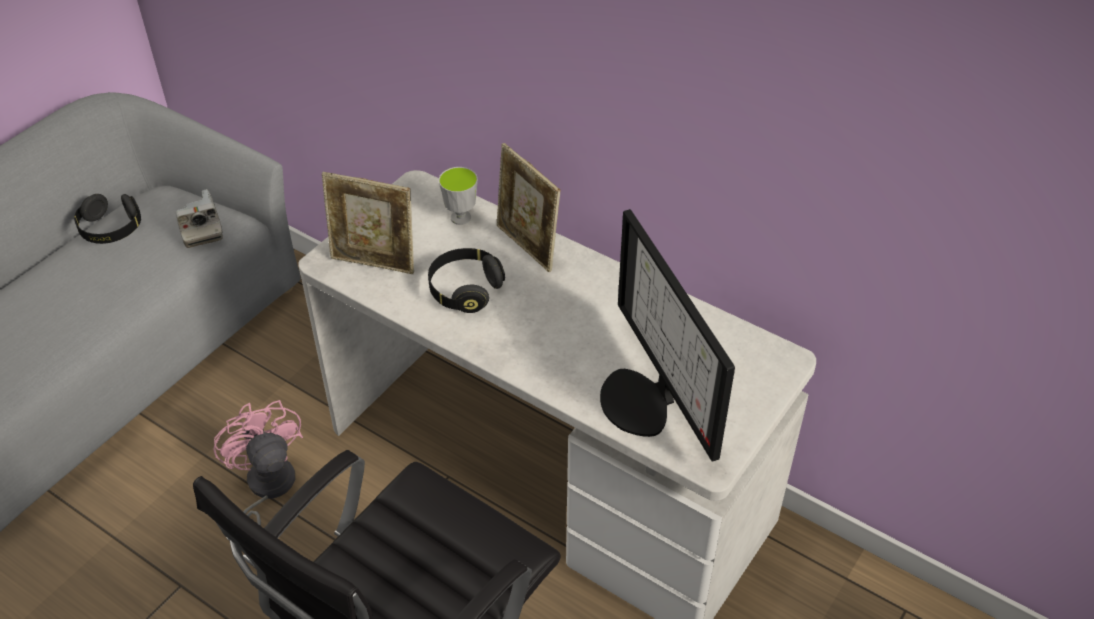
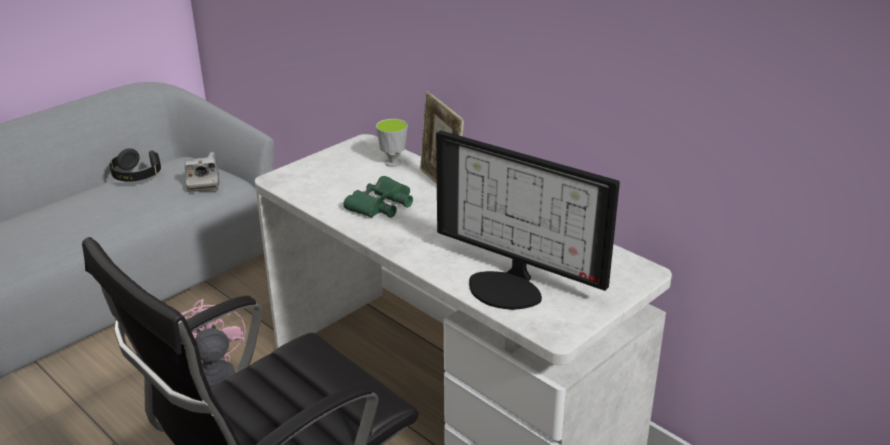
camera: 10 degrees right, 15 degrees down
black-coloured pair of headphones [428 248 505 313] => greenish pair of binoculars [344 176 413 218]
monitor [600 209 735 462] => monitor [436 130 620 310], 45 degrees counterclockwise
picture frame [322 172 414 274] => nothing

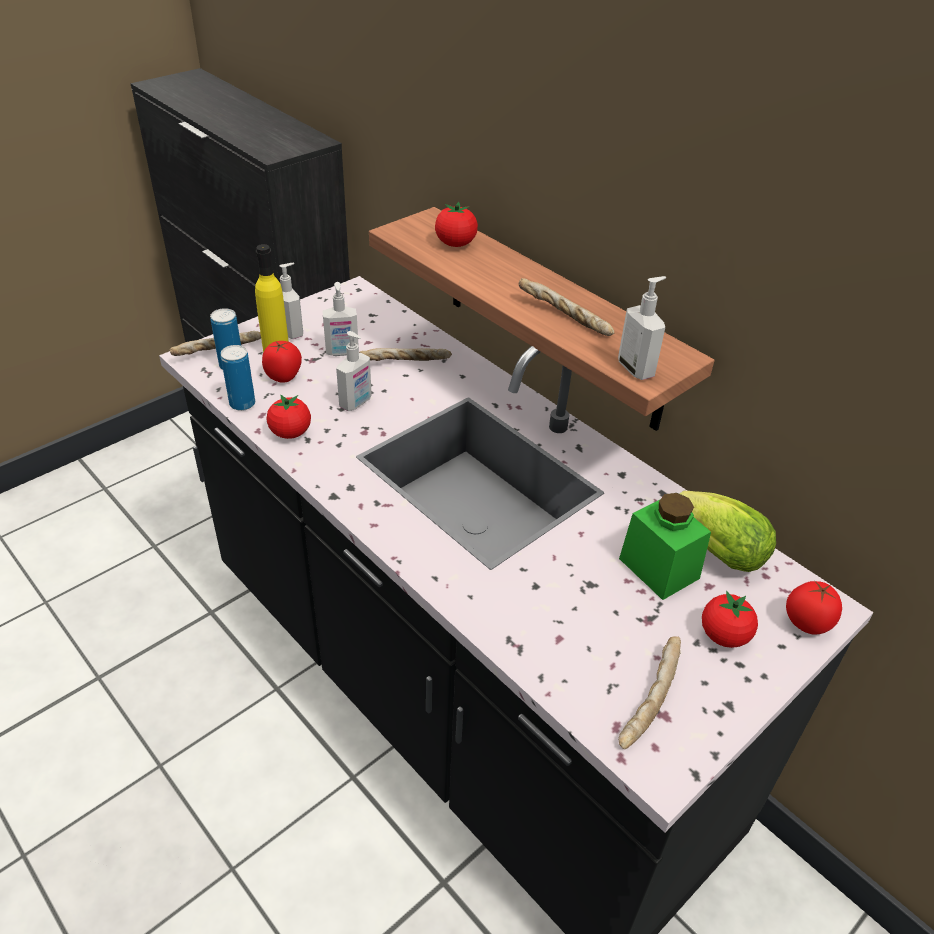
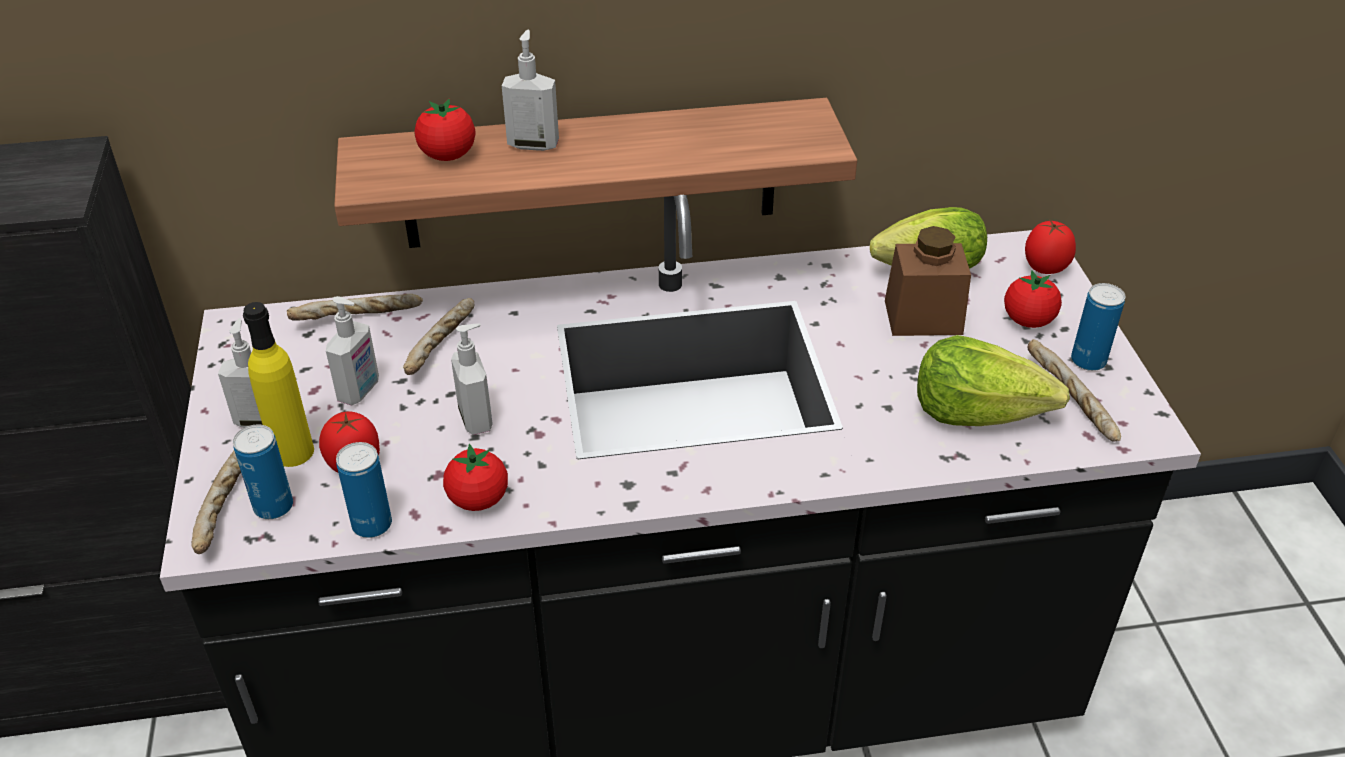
camera: 55 degrees left, 0 degrees up
bakery bread [519 278 614 336] => bakery bread [287 294 423 321], moved
liquid soap bottle [618 276 666 380] => liquid soap bottle [502 30 559 151], moved
greenish jar [619 493 711 600] => brown jar [885 226 971 336]
nothing => lettuce [917 335 1070 426]
nothing => sealed can [1071 283 1125 371]

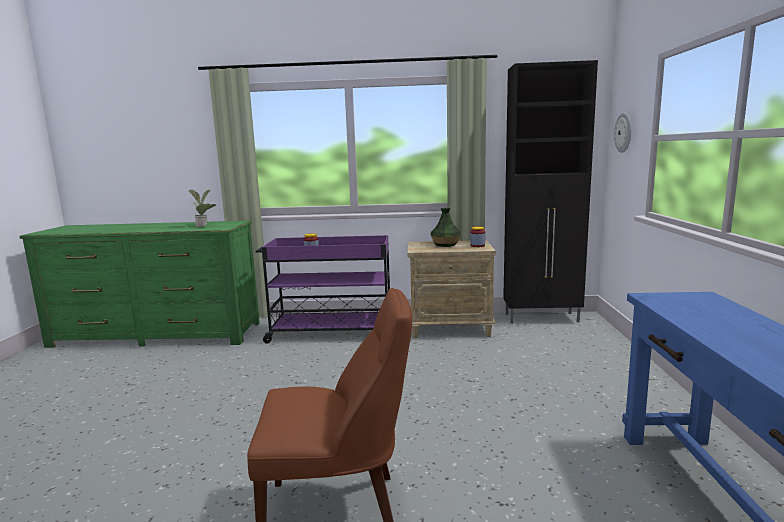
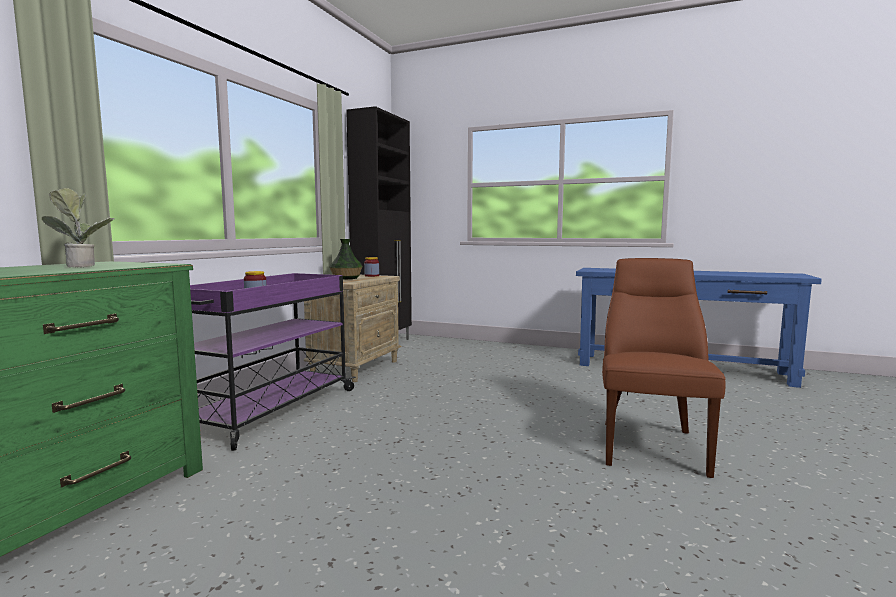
camera: 70 degrees left, 5 degrees down
clock on the wall [614 113 631 153] => nothing

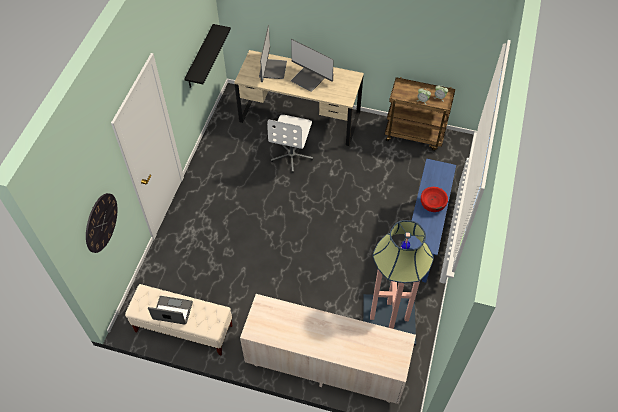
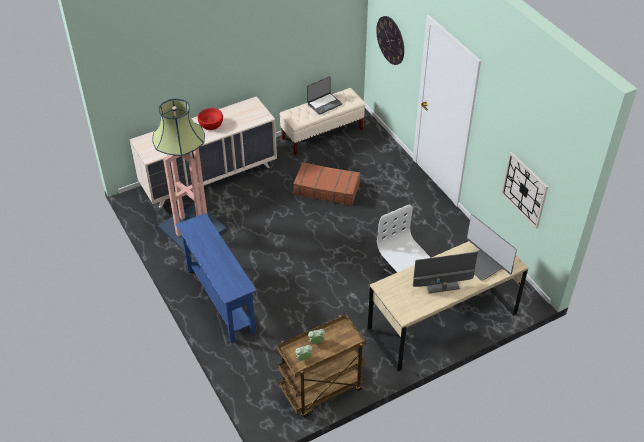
camera: 135 degrees right, 10 degrees down
red-coloured serving bowl [421 187 448 212] => red-coloured serving bowl [198 108 223 130], moved
nothing => brown suitcase [293 162 360 206]
black-coloured wall shelf [184 24 231 88] => clock on the wall [501 152 548 229]

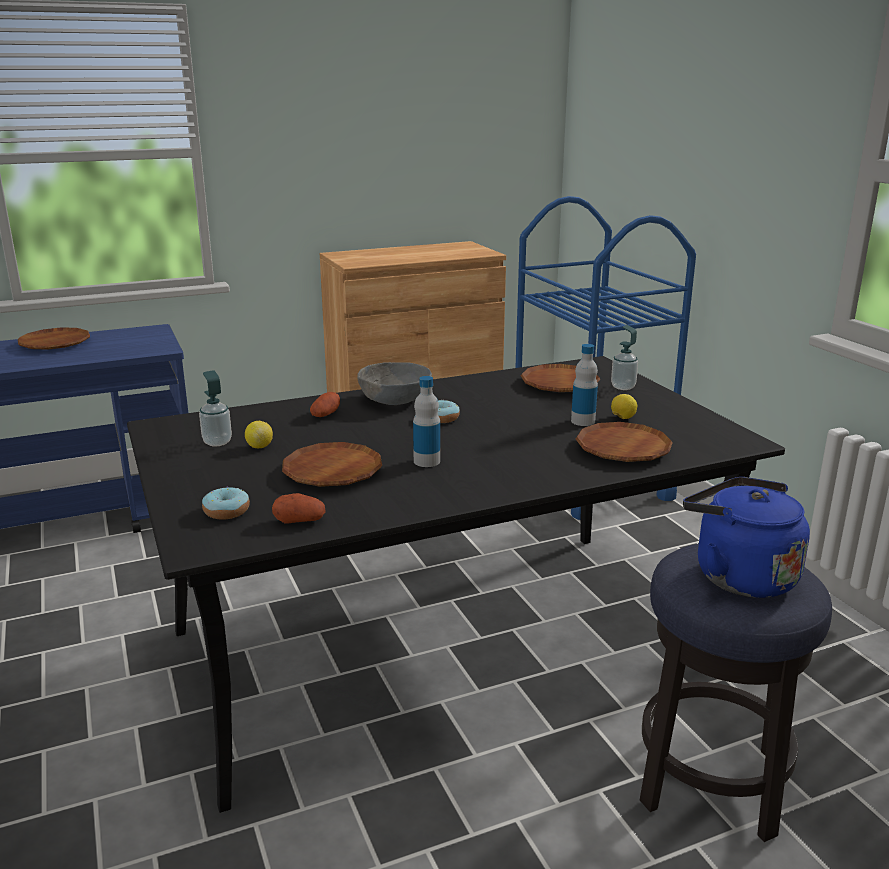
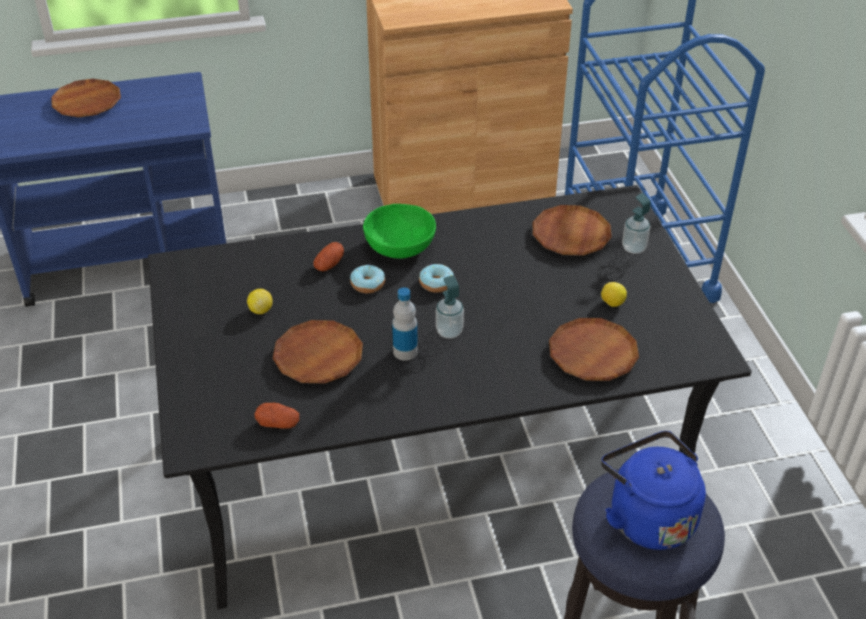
camera: 10 degrees right, 20 degrees up
doughnut [202 486 250 520] => doughnut [350 265 385 293], moved
grey serving bowl [357 362 432 405] => greenish serving bowl [363 204 436 258]
liquid soap bottle [199 370 232 446] => liquid soap bottle [436 275 464 339], moved
drink bottle [571 344 598 426] => nothing

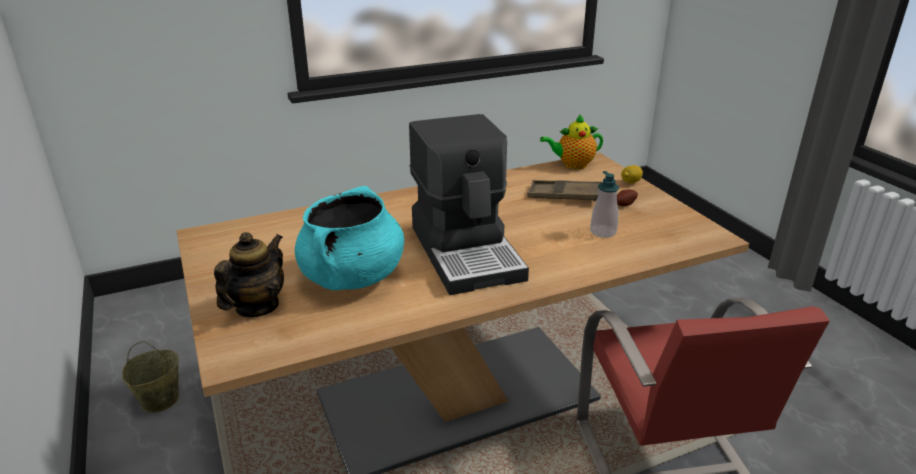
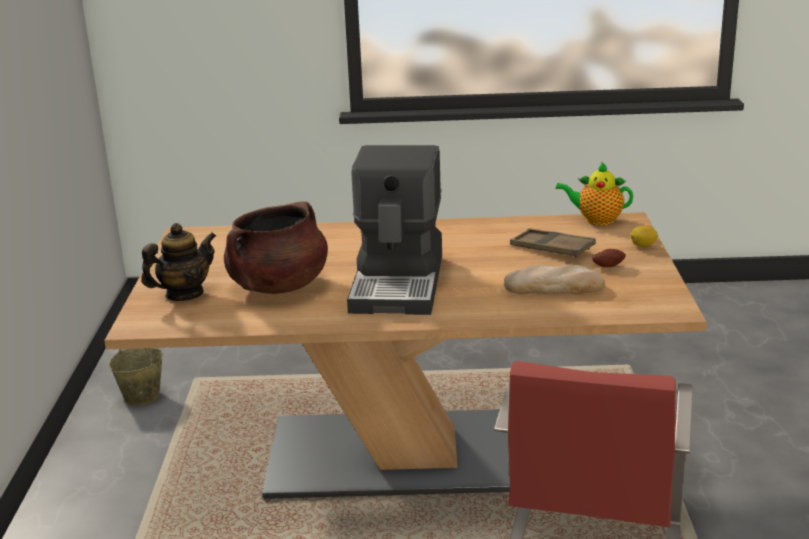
camera: 25 degrees right, 5 degrees down
turquoise-coloured stockpot [295 186 404 290] => brown stockpot [224 201 328 294]
liquid soap bottle [590 171 619 238] => bakery bread [504 264 605 295]

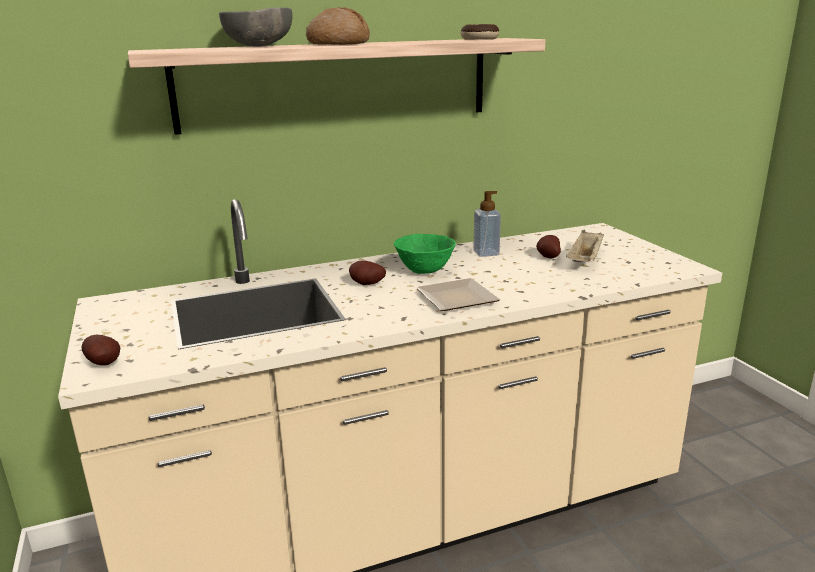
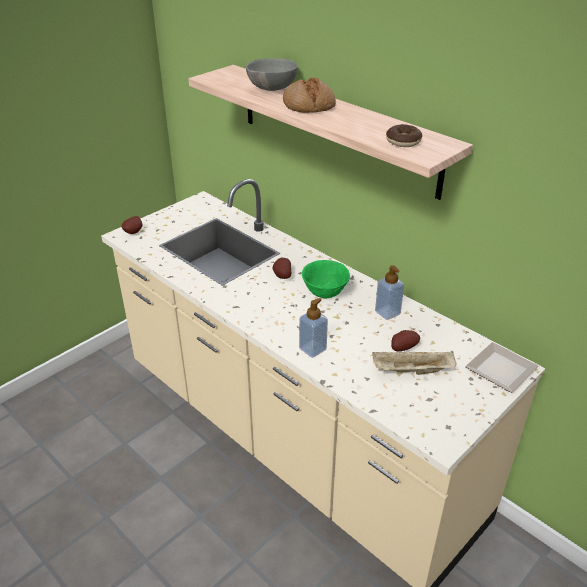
camera: 65 degrees right, 15 degrees up
nothing => liquid soap bottle [299 298 328 358]
flat dish [416 278 500 311] => flat dish [465 342 539 393], moved

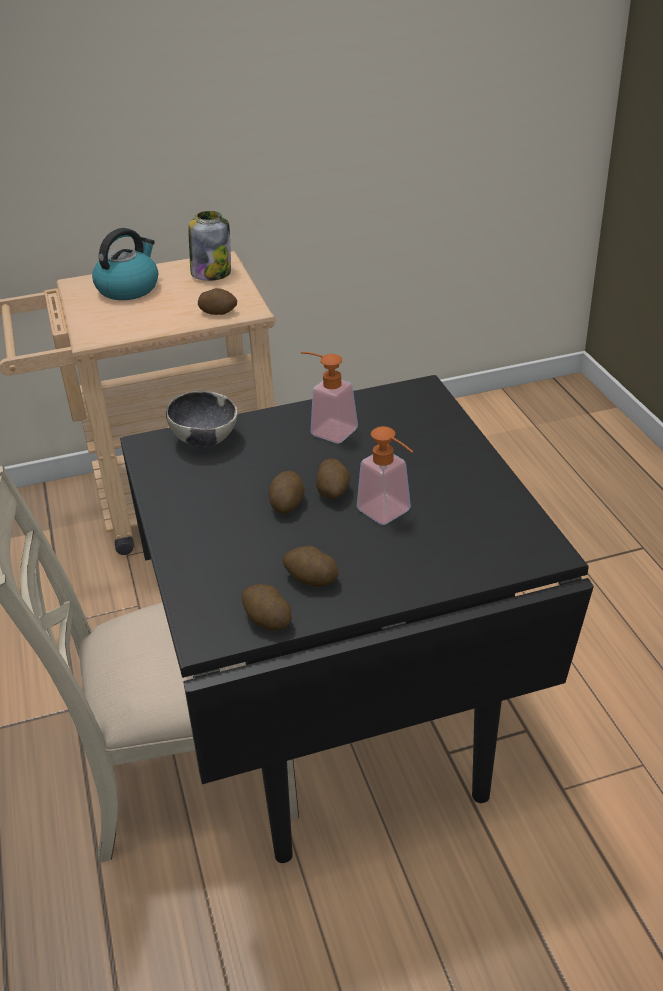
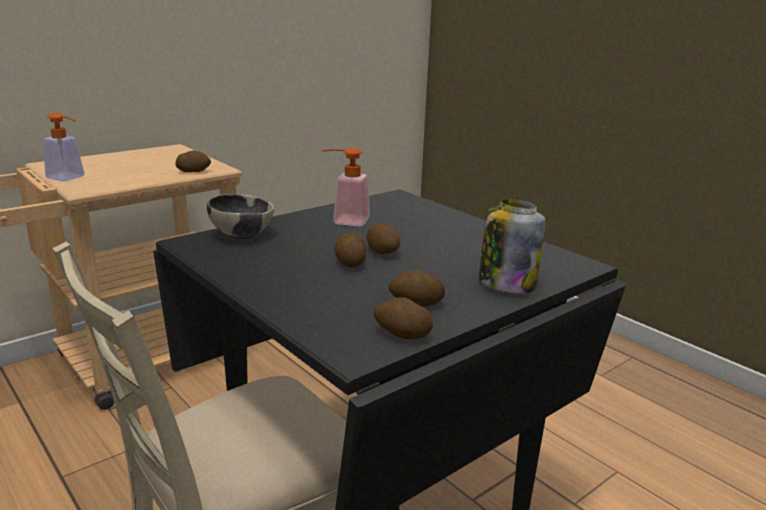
camera: 25 degrees left, 15 degrees down
liquid soap bottle [357 426 413 525] => liquid soap bottle [43 113 85 181], moved
jar [188 211 231 281] => jar [479 199 546 294], moved
tea kettle [92 228 158 300] => nothing

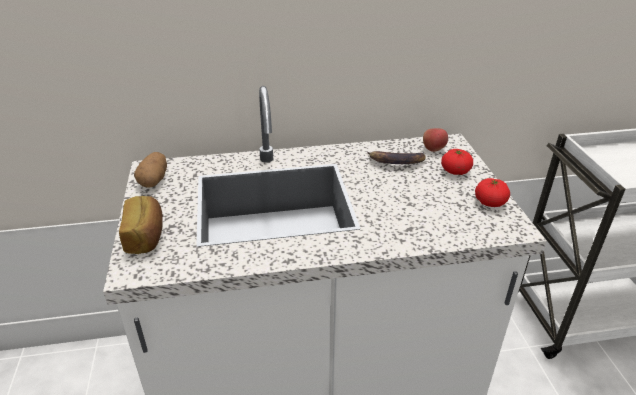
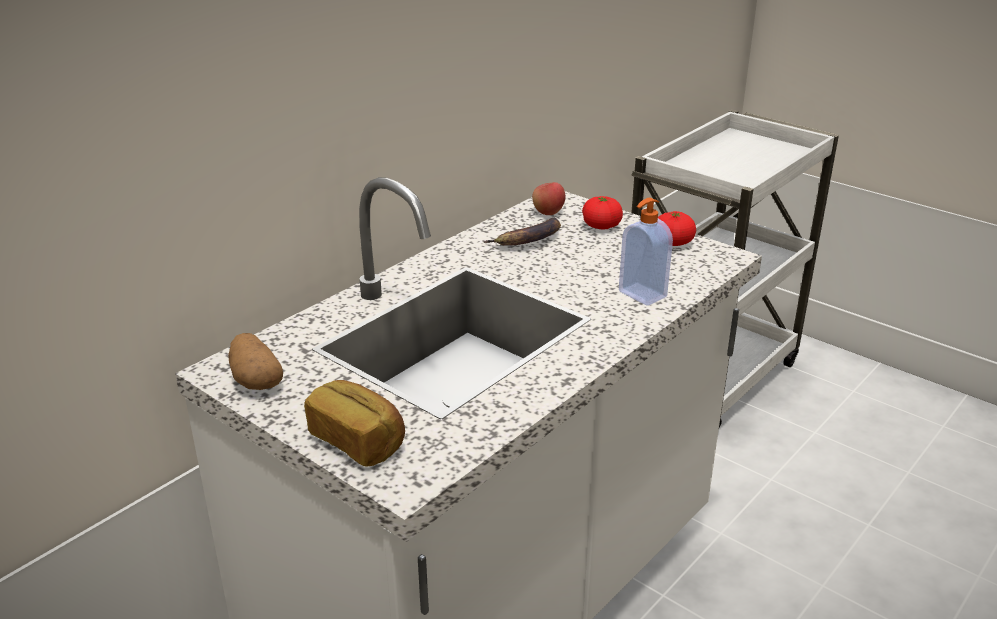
camera: 40 degrees left, 5 degrees down
nothing => liquid soap bottle [619 198 673 306]

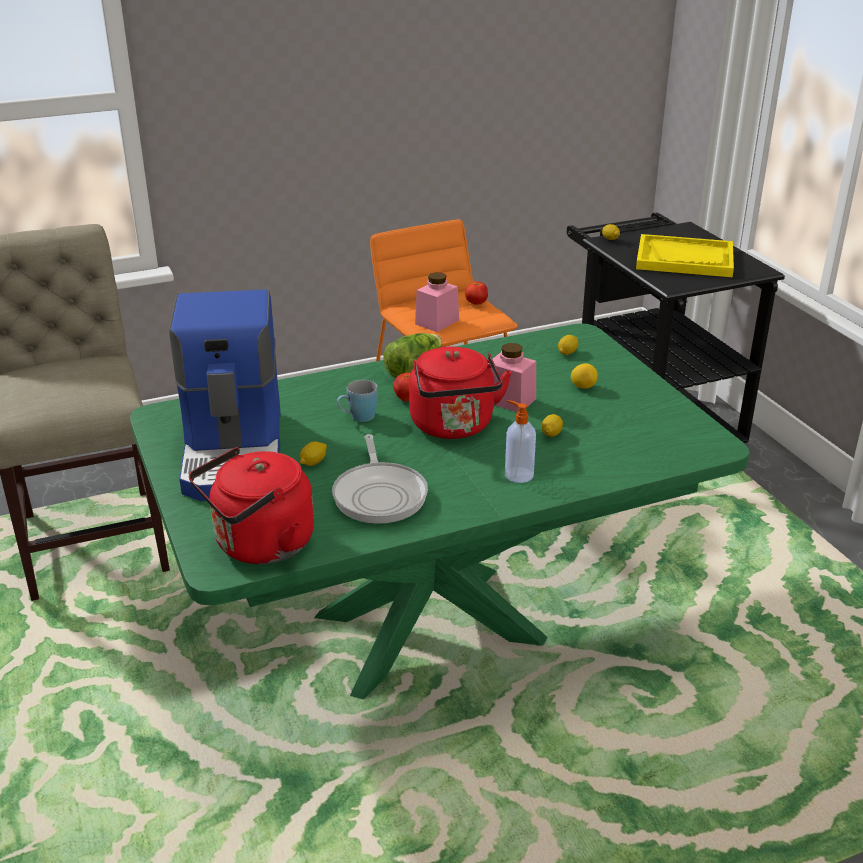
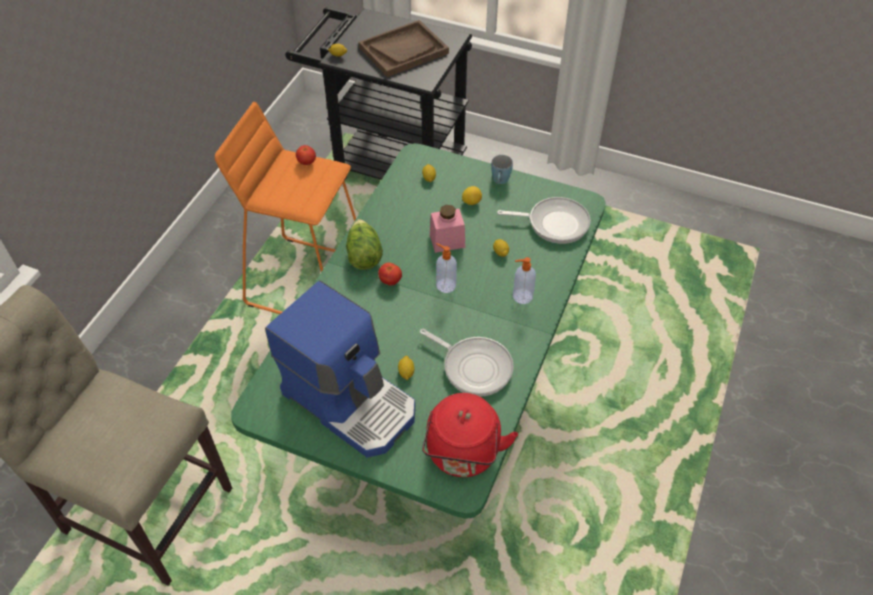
camera: 45 degrees left, 20 degrees up
yellow-coloured tray [636 234 734 277] => brown tray [359 20 449 77]
red-coloured tea kettle [409 347 512 439] => liquid soap bottle [436 243 457 293]
blue-coloured coffee mug [337 380 378 422] => blue-coloured coffee mug [491 155 513 184], moved
nothing => frying pan [497 197 591 244]
pink jar [415 272 459 332] => nothing

